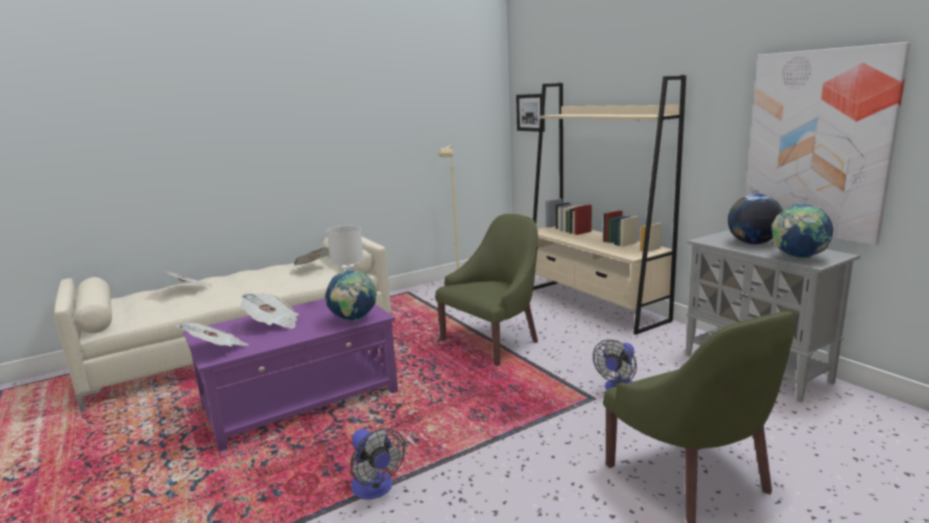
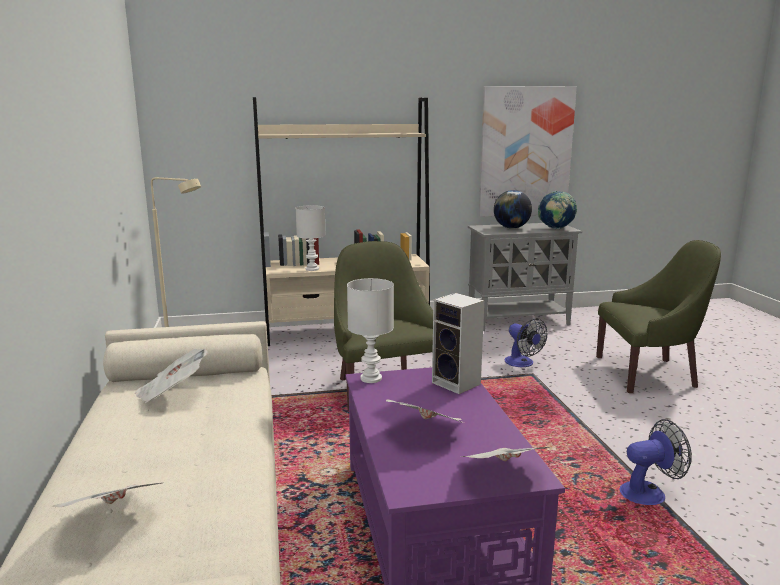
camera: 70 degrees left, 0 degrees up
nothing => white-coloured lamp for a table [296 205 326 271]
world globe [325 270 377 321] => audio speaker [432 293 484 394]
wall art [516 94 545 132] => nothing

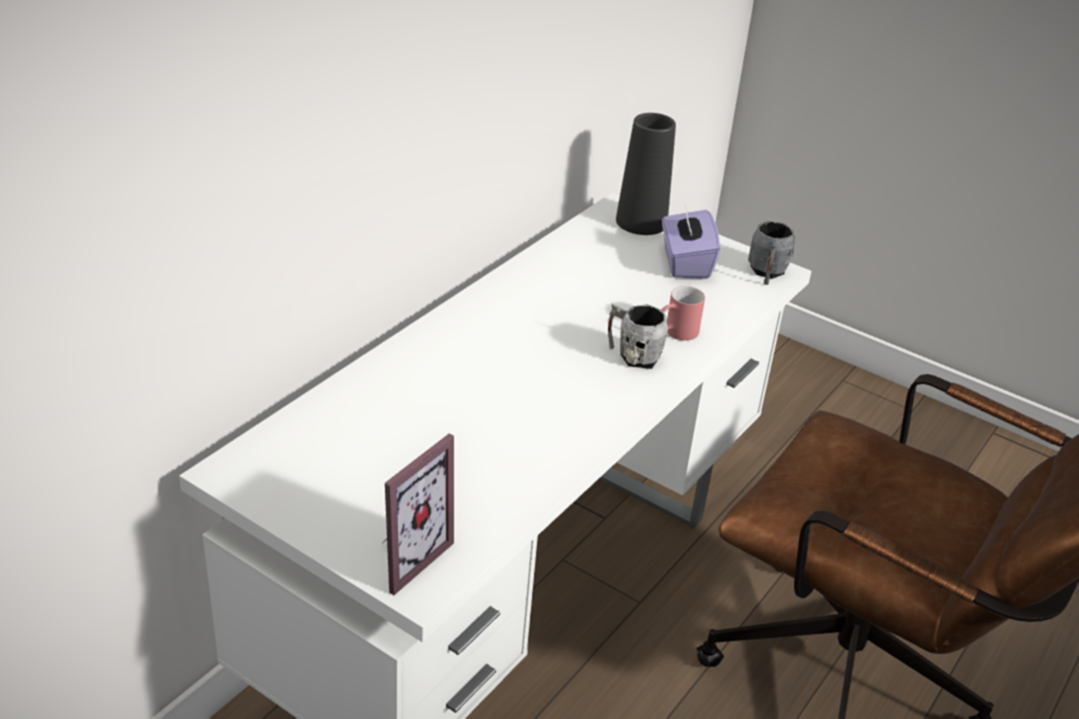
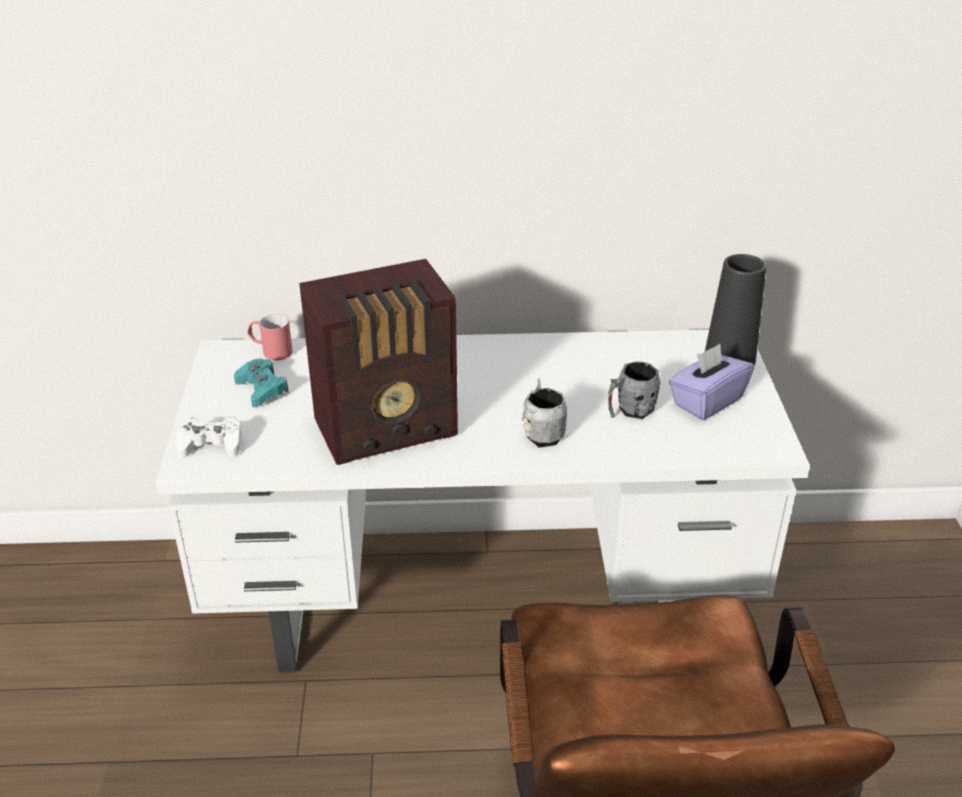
camera: 55 degrees right, 0 degrees up
picture frame [383 434 454 595] => white-coloured joypad [176 417 242 458]
nothing => turquoise-coloured joypad [234 359 289 407]
red-coloured coffee mug [661 286 705 341] => red-coloured coffee mug [247 314 293 361], moved
nothing => radio set [299 259 458 465]
grey coffee mug [748 221 796 285] => grey coffee mug [608 361 660 419], moved

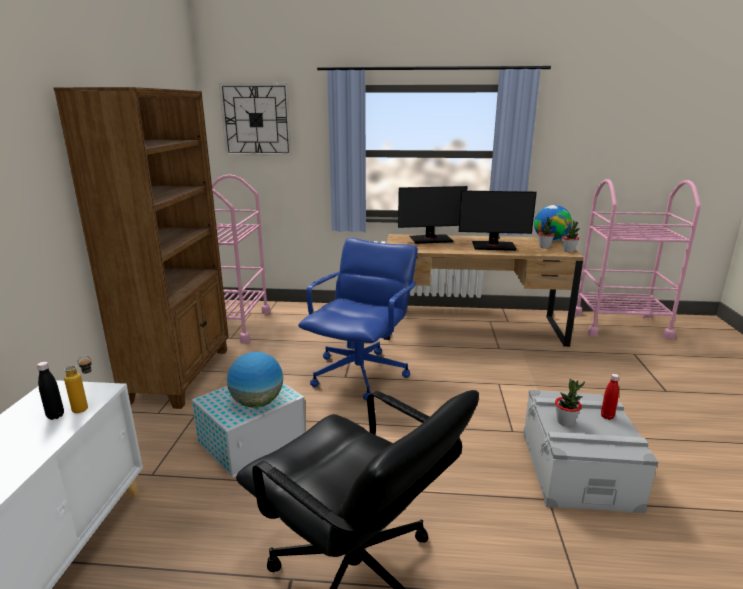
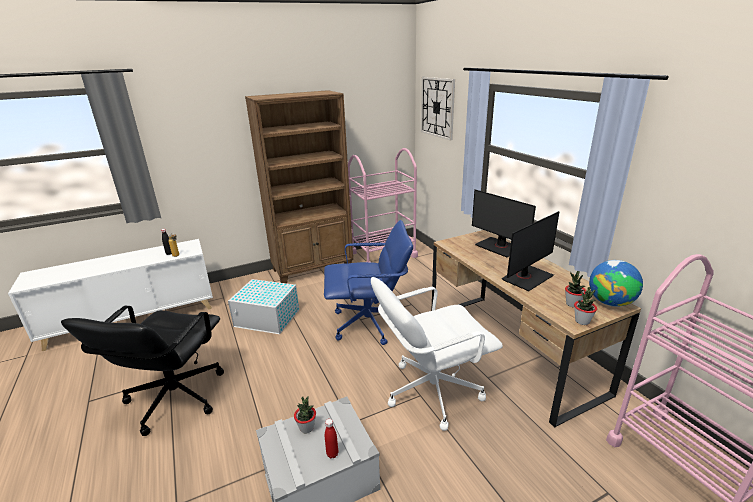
camera: 60 degrees right, 5 degrees up
nothing => white-coloured computer chair [371 277 503 431]
monitor [459 190 537 251] => monitor [502 211 560 291], 105 degrees counterclockwise
world globe [227 352 283 408] => nothing

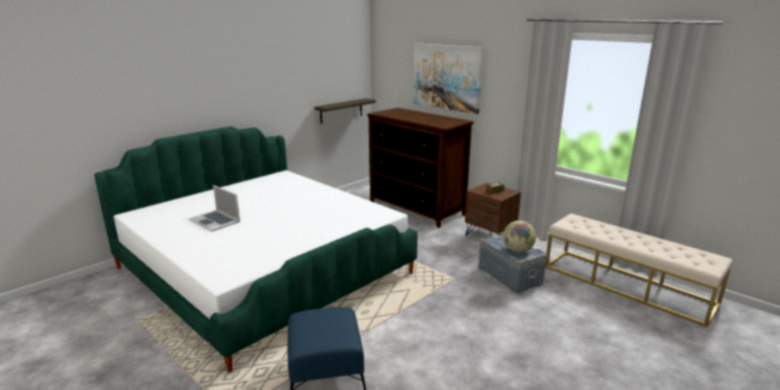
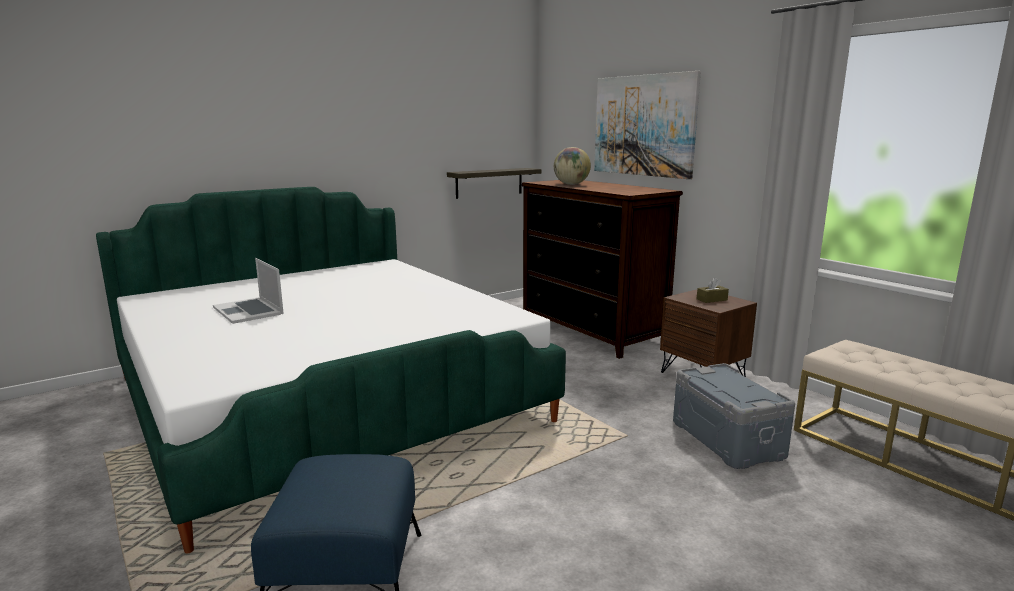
camera: 10 degrees right, 5 degrees down
world globe [503 221 536 252] => world globe [554 147 591 185], moved

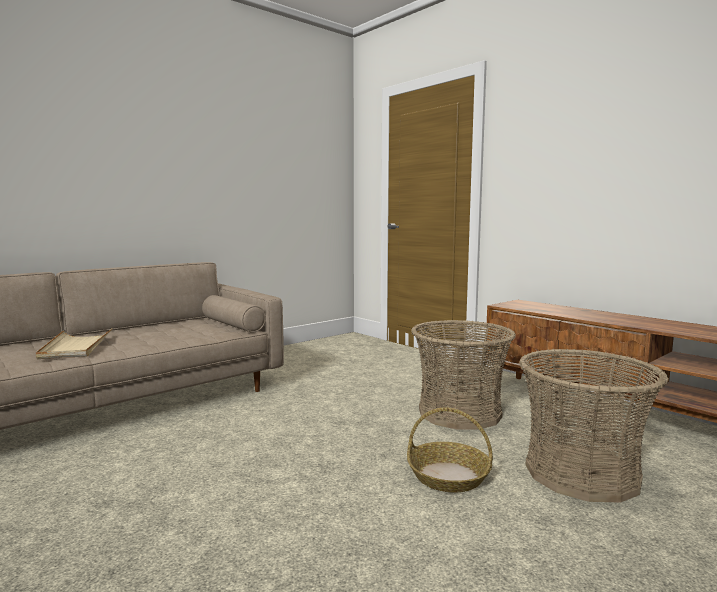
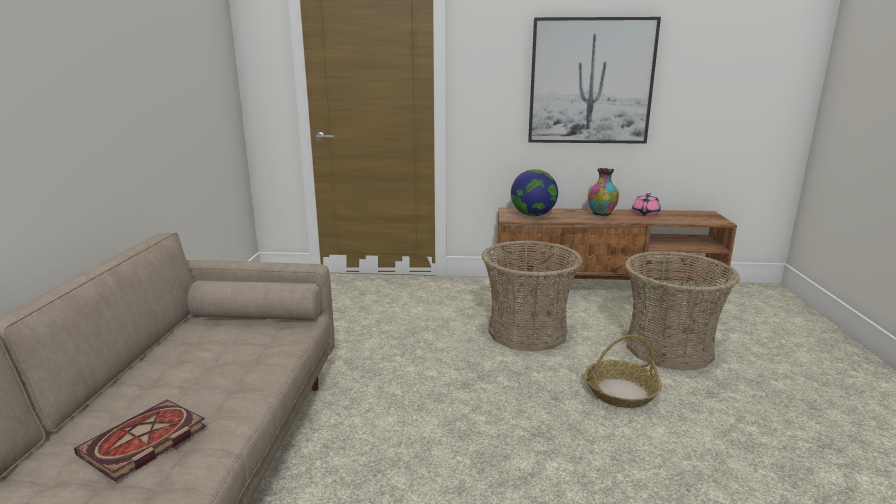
camera: 45 degrees left, 10 degrees up
sand-coloured tray [36 329 112 359] => bound book [74 400 207 481]
nothing => world globe [511 169 558 216]
nothing => wall art [528 17 661 144]
nothing => vase [588 168 619 216]
nothing => pink tea pot [632 193 660 216]

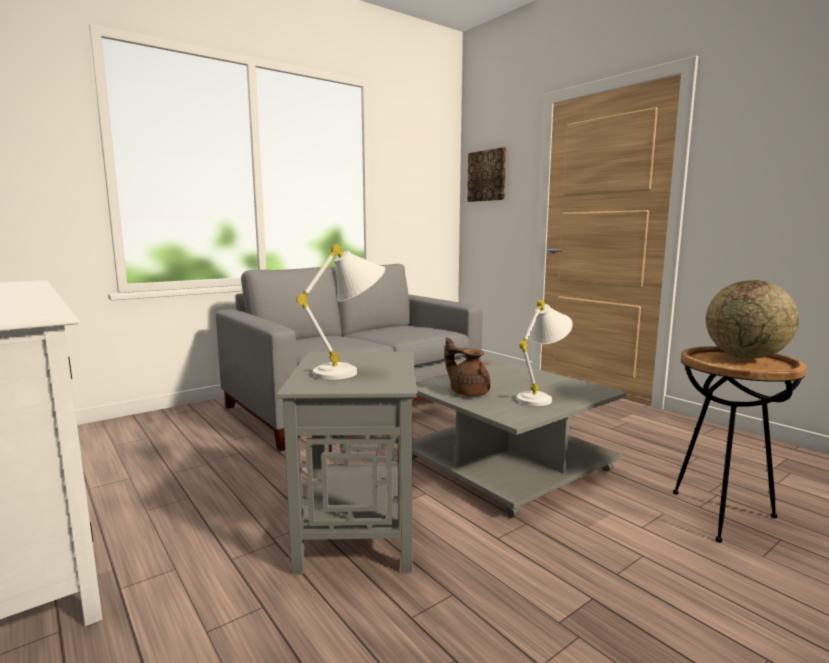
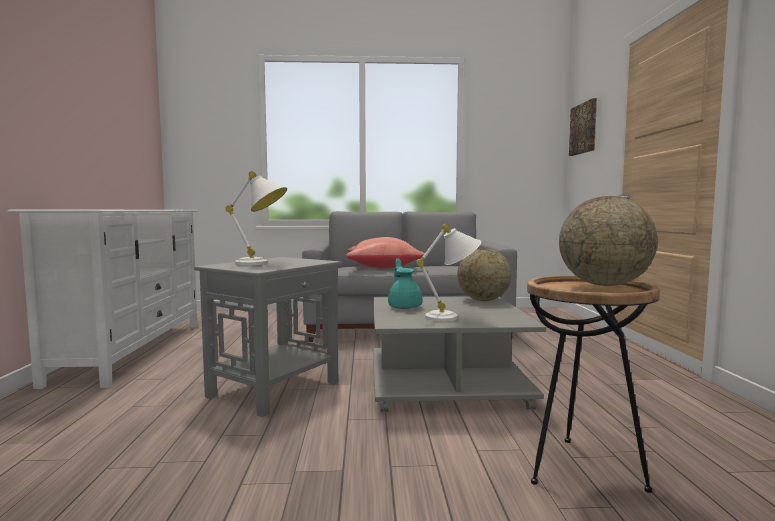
camera: 35 degrees right, 5 degrees down
nothing => red-coloured throw pillow [346 237 425 268]
brown tea pot [445 337 491 396] => turquoise-coloured tea pot [388 258 423 309]
nothing => world globe [457 248 511 301]

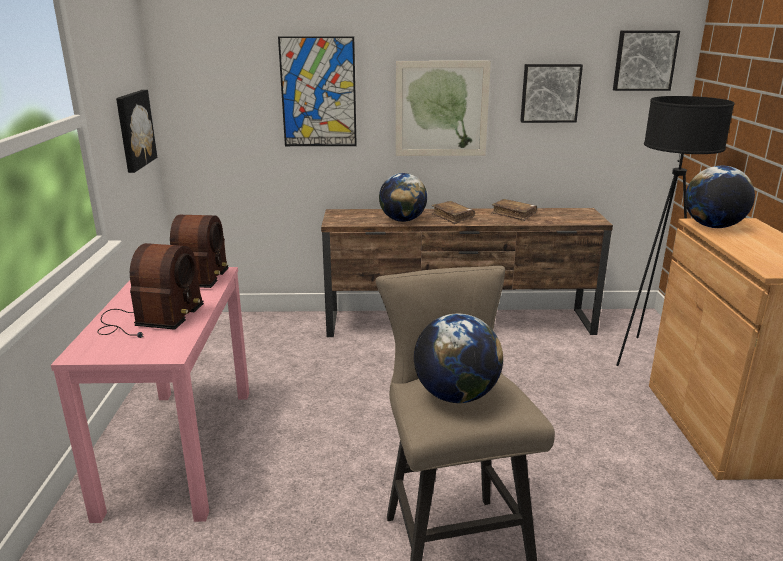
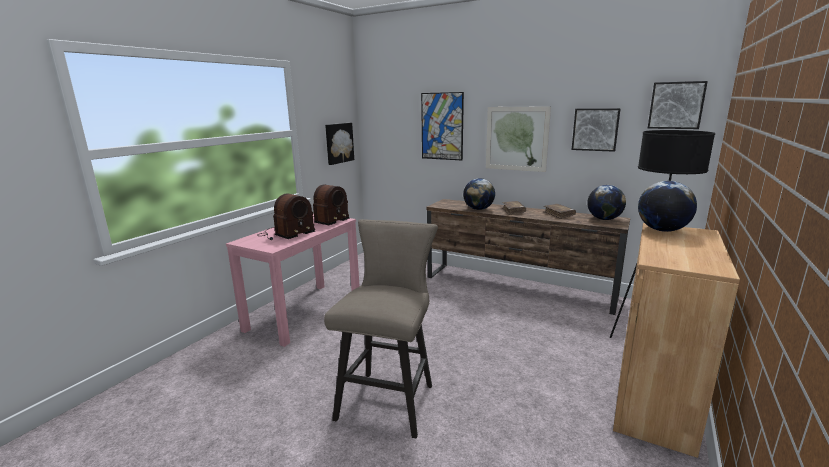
camera: 30 degrees right, 5 degrees down
world globe [414 314 503 403] => world globe [587 185 626 220], moved

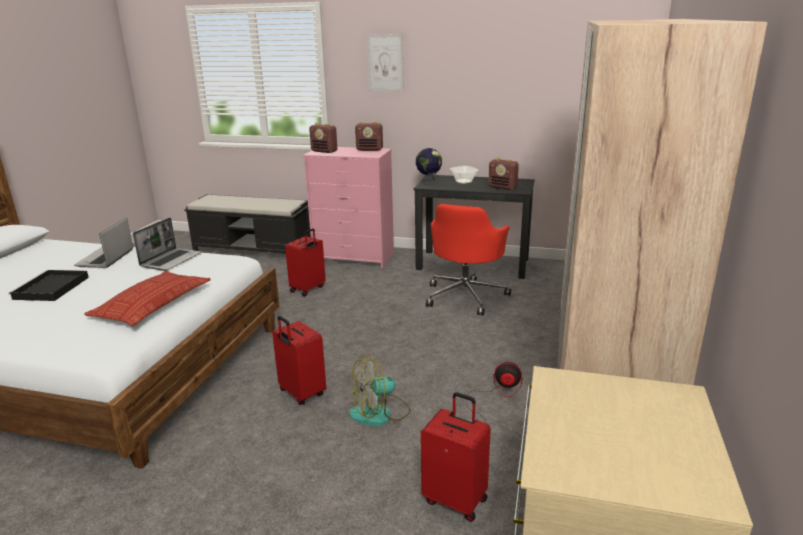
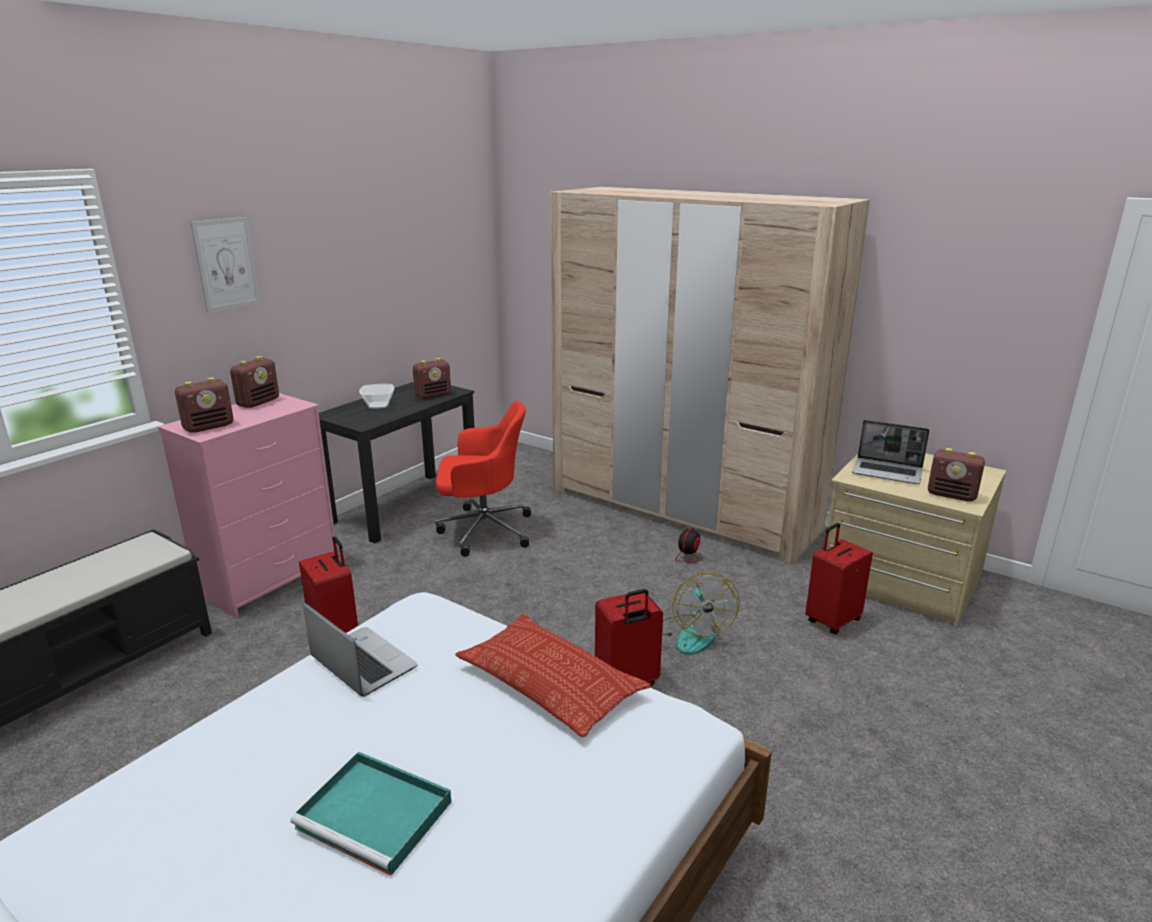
camera: 70 degrees left, 0 degrees up
black-coloured tray [9 270 89 301] => turquoise-coloured tray [291 751 451 876]
red-coloured computer chair [426 204 511 316] => red-coloured computer chair [435 401 531 557], 45 degrees counterclockwise
laptop [74 218 133 268] => laptop [852 420 930 484], moved
nothing => radio set [928 448 985 502]
world globe [416 148 442 185] => nothing

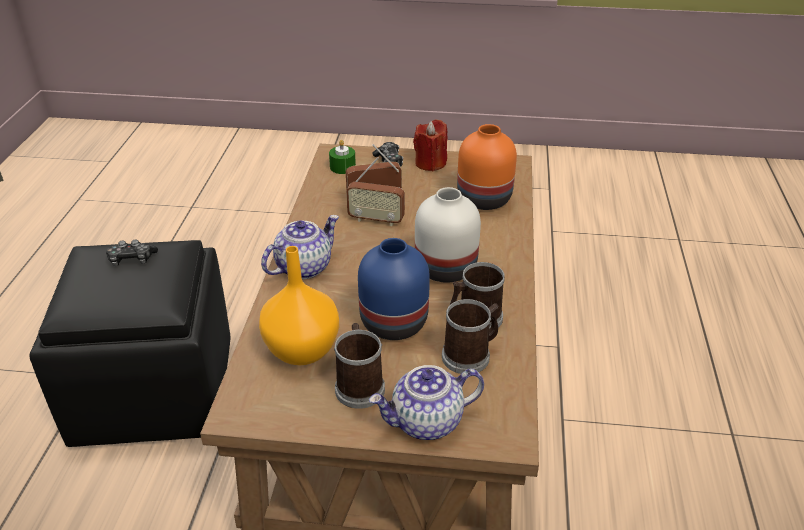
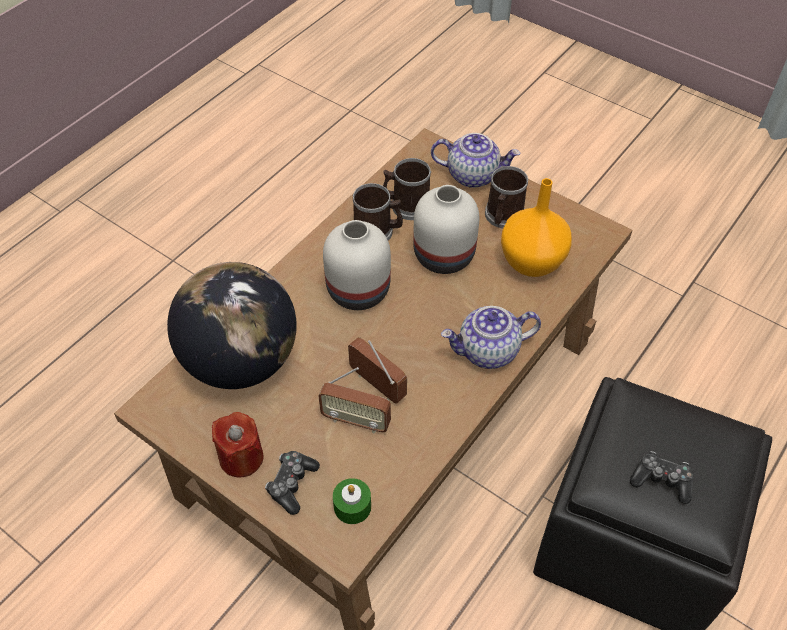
camera: 150 degrees left, 15 degrees up
orangey vase [457 124 517 210] => world globe [167 262 297 389]
blue-coloured vase [358 238 430 340] => white-coloured vase [413 185 479 274]

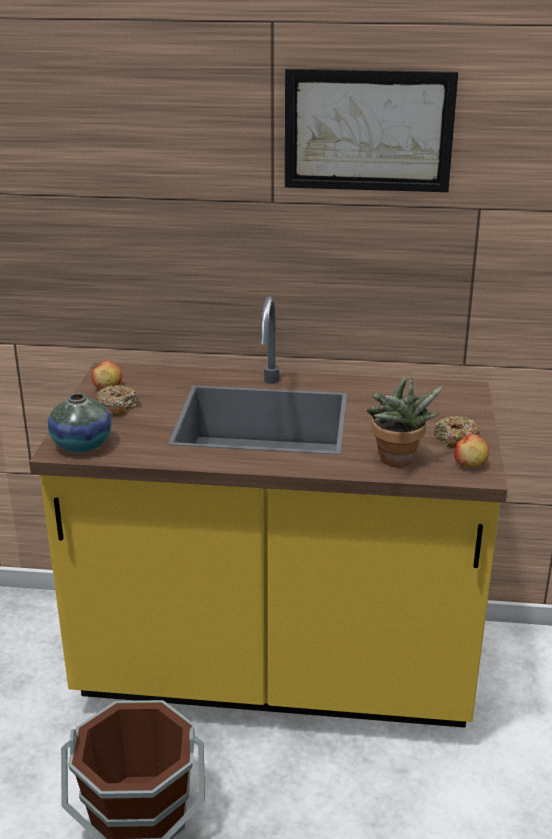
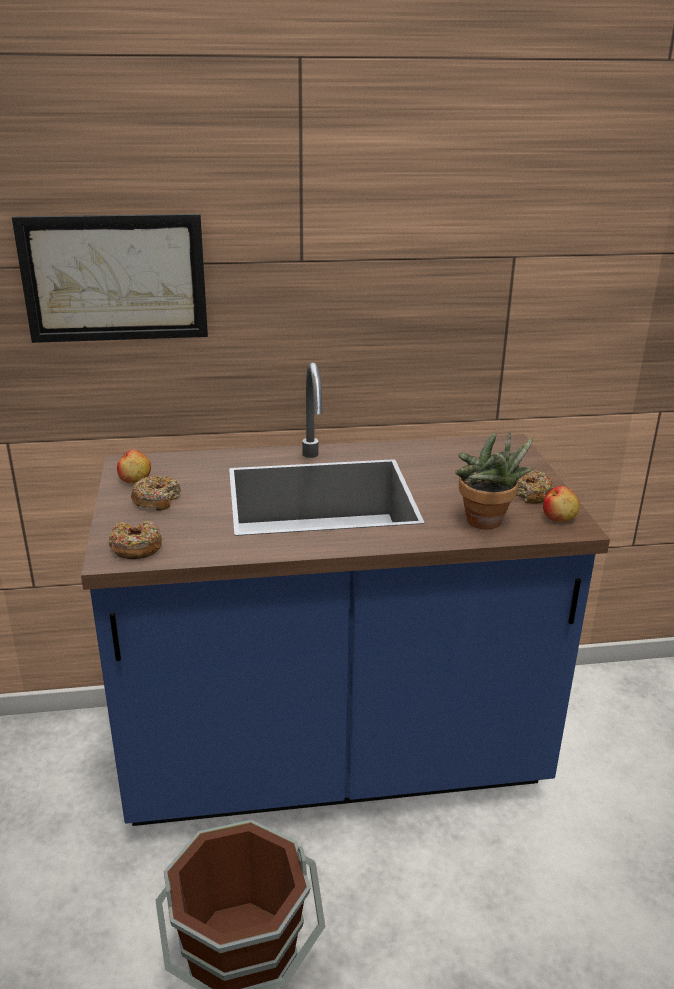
camera: 15 degrees left, 0 degrees up
wall art [285 69 458 192] => wall art [12 214 208 343], moved
yellow-coloured counter [29 296 507 728] => blue-coloured counter [81 362 610 826]
vase [48 394 112 452] => doughnut [109 521 162 559]

